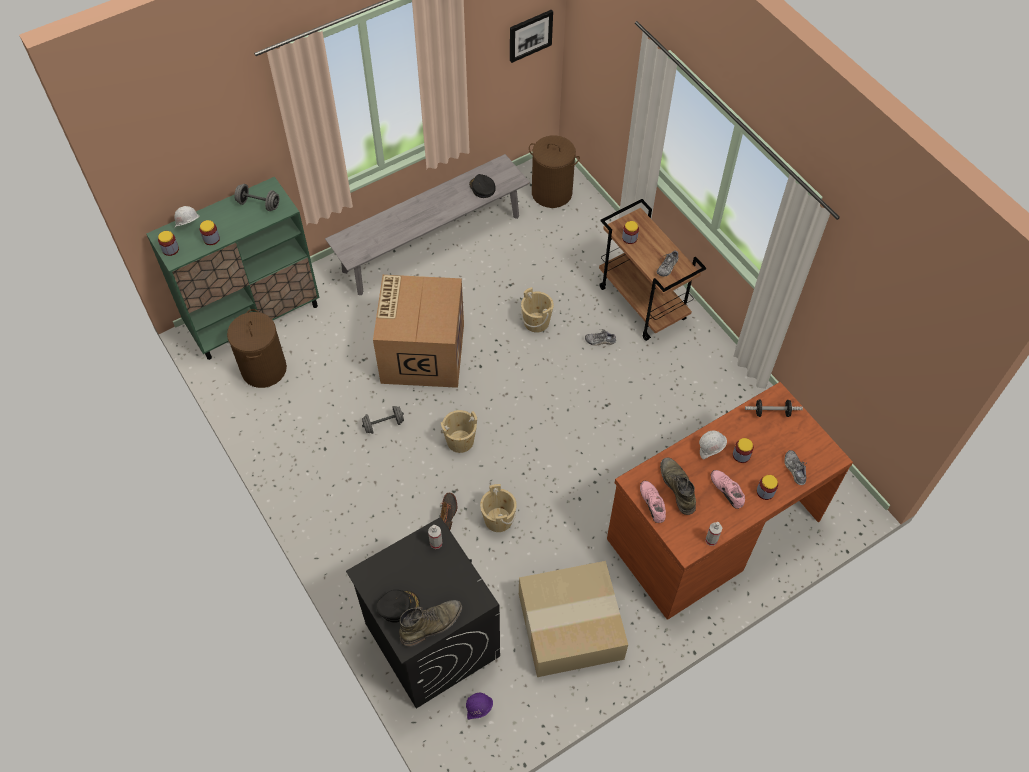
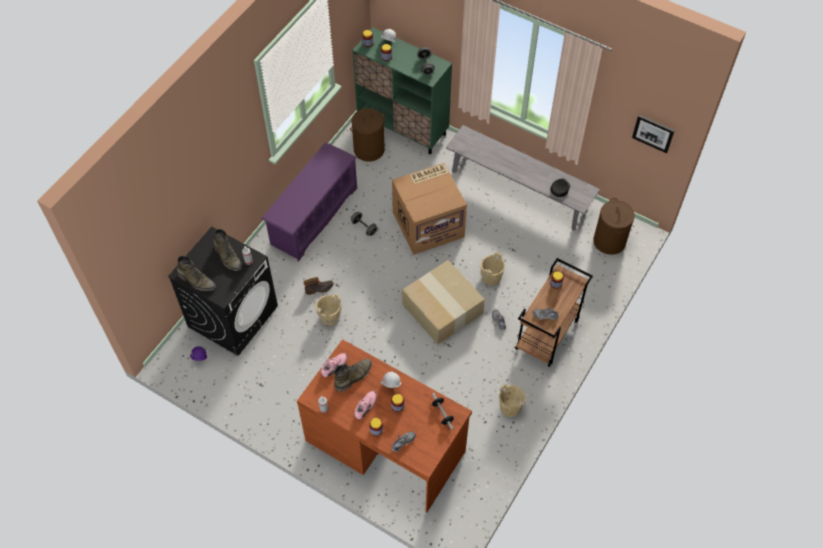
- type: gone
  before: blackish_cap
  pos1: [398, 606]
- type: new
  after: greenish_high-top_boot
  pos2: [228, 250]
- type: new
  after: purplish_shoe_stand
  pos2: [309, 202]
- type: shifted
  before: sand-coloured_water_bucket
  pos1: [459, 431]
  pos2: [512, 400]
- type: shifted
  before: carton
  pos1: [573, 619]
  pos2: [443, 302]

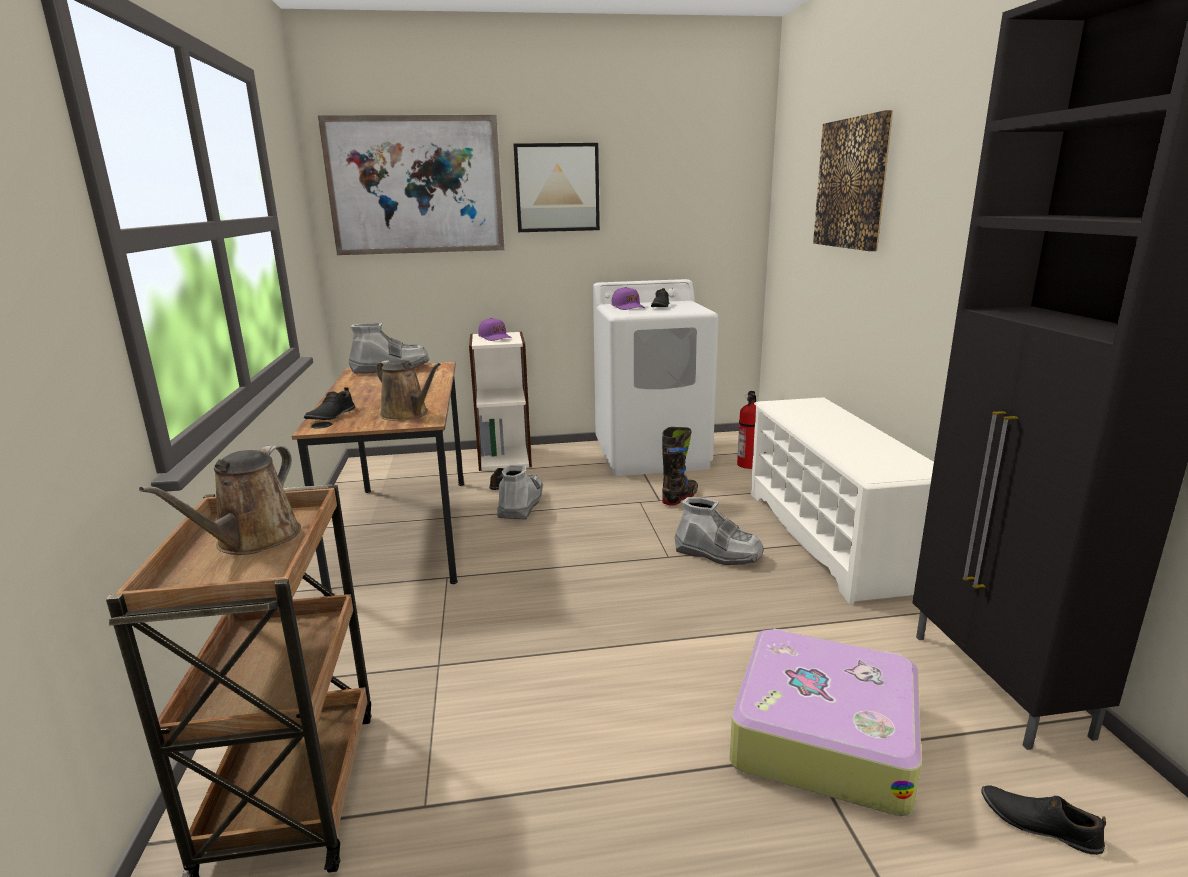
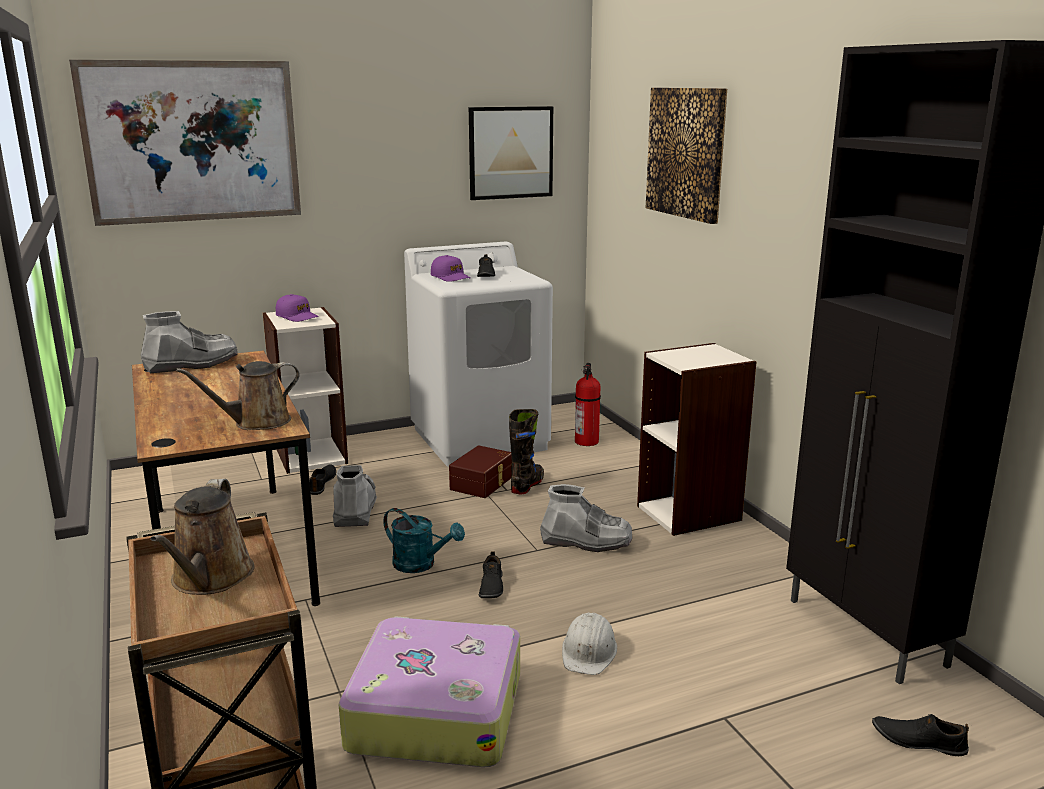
- type: new
  after: blue-green_watering_pot
  pos2: [424, 540]
- type: new
  after: brown_storage_box
  pos2: [480, 471]
- type: new
  after: whitish_safety_helmet
  pos2: [589, 644]
- type: shifted
  before: blackish_shoe
  pos1: [329, 403]
  pos2: [491, 575]
- type: shifted
  before: wall_picture
  pos1: [557, 187]
  pos2: [511, 153]
- type: shifted
  before: suitcase
  pos1: [826, 722]
  pos2: [429, 691]
- type: swapped
  before: whitish_shoe_stand
  after: bookcase
  pos1: [842, 500]
  pos2: [696, 439]
- type: rotated
  before: brown_watering_pot
  pos1: [408, 390]
  pos2: [237, 395]
  turn: 120

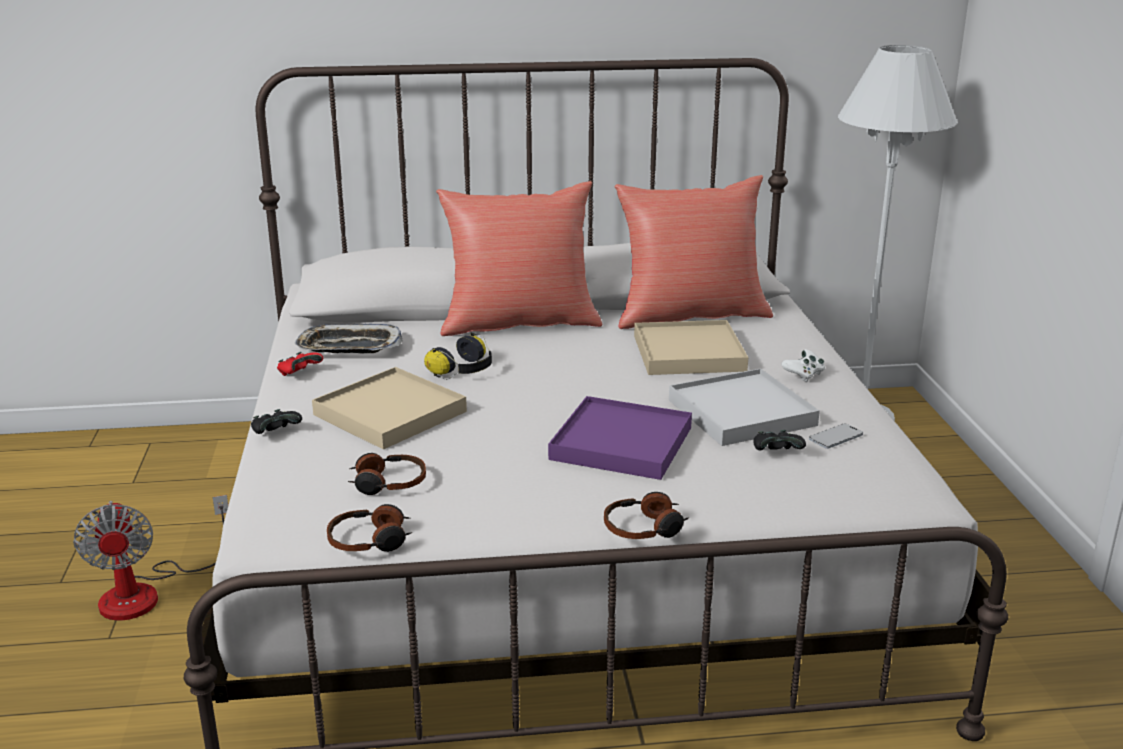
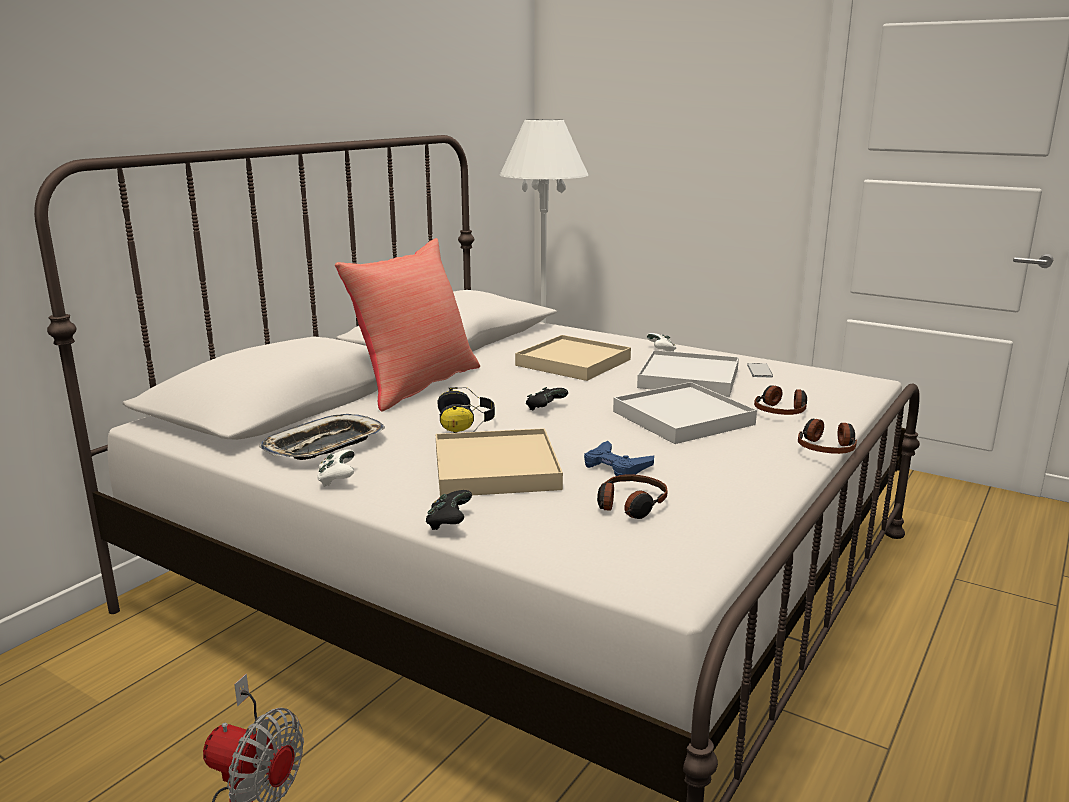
- type: gone
  before: red-coloured_pillow
  pos1: [693, 252]
- type: new
  after: bluish_gamepad
  pos2: [619, 458]
- type: shifted
  before: headset
  pos1: [369, 528]
  pos2: [780, 400]
- type: shifted
  before: blackish_gamepad
  pos1: [779, 440]
  pos2: [547, 398]
- type: repainted
  before: red-coloured_gamepad
  after: whitish_gamepad
  pos1: [300, 364]
  pos2: [336, 468]
- type: repainted
  before: purplish_carrying_tray
  after: whitish_carrying_tray
  pos1: [620, 438]
  pos2: [685, 413]

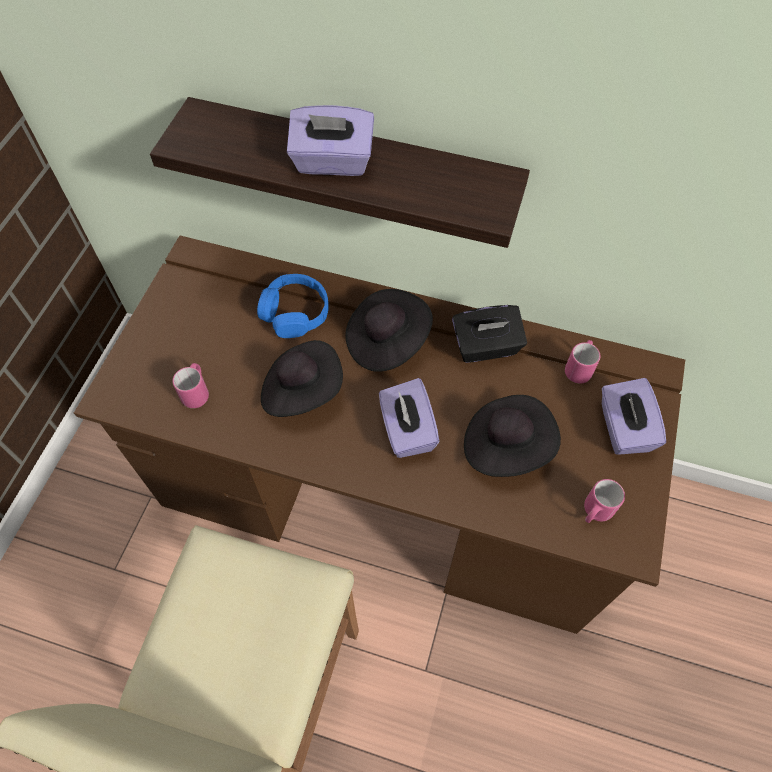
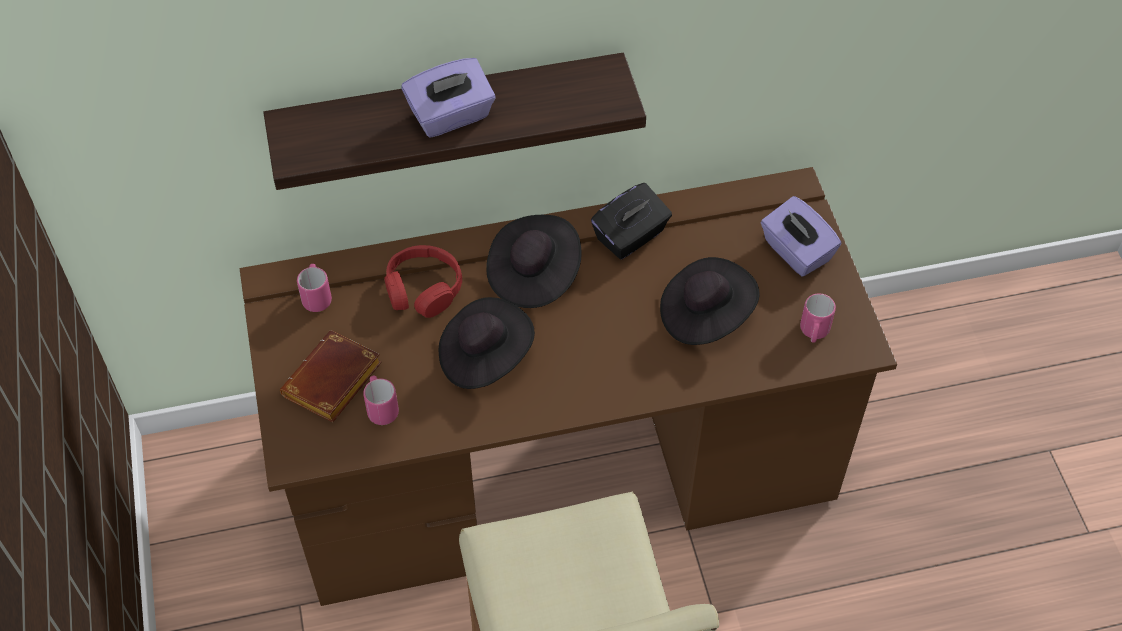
- type: gone
  before: purplish_tissue_holder
  pos1: [409, 418]
- type: new
  after: brown_volume
  pos2: [331, 376]
- type: shifted
  before: pinkish_coffee_mug
  pos1: [582, 362]
  pos2: [314, 288]
- type: repainted
  before: bluish_headset
  after: red-coloured_headset
  pos1: [293, 306]
  pos2: [423, 281]

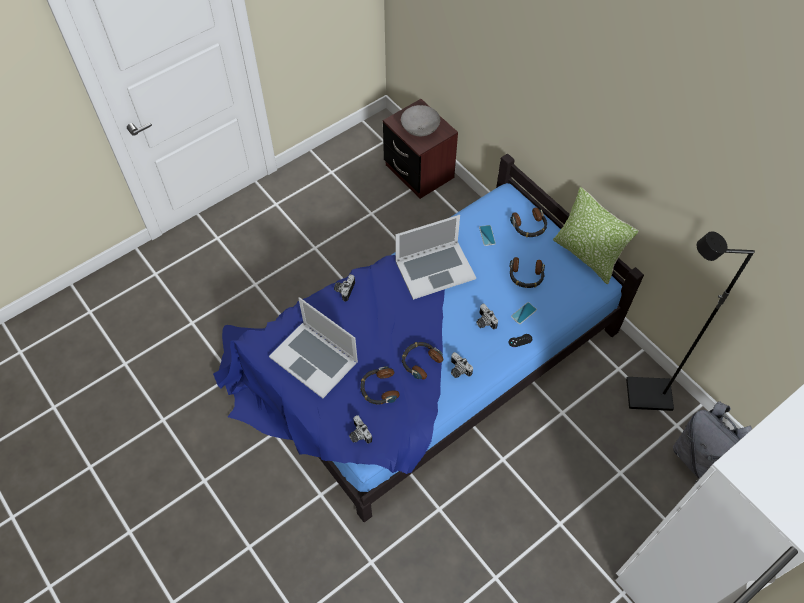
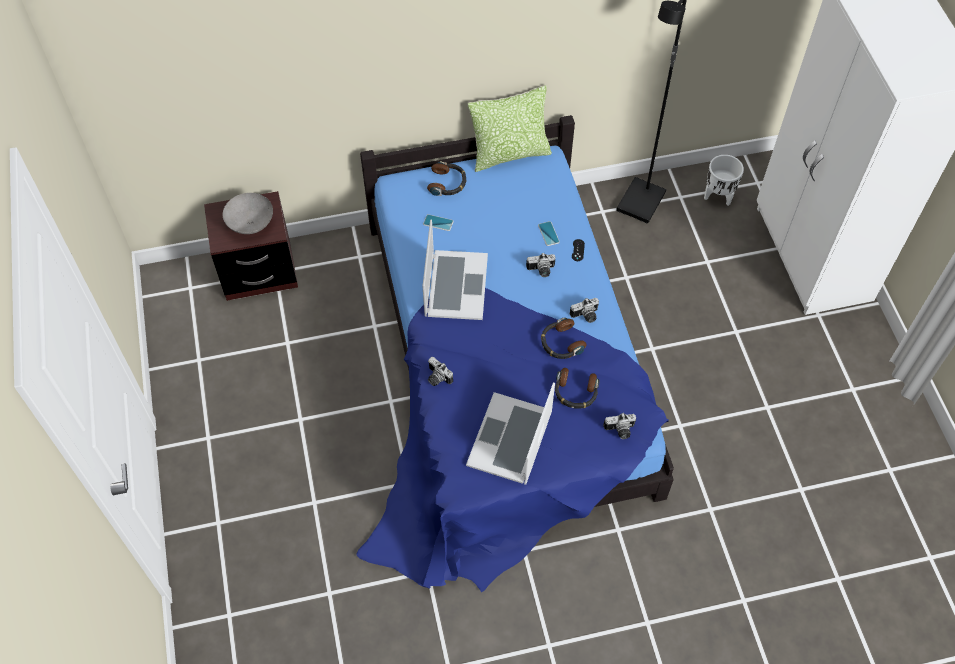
- type: gone
  before: headset
  pos1: [527, 272]
- type: swapped
  before: gray_rucksack
  after: whitish_planter
  pos1: [712, 440]
  pos2: [724, 180]
- type: rotated
  before: laptop
  pos1: [313, 347]
  pos2: [510, 433]
  turn: 135

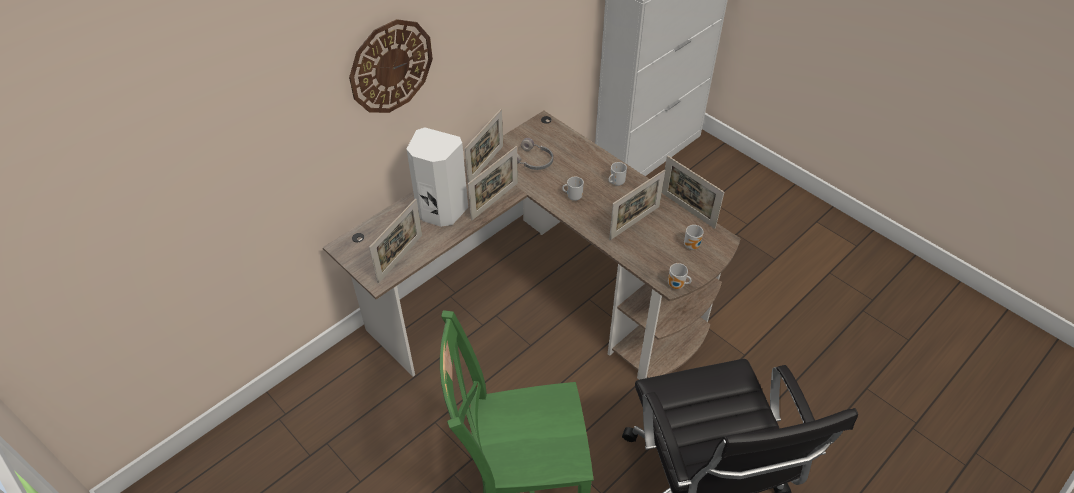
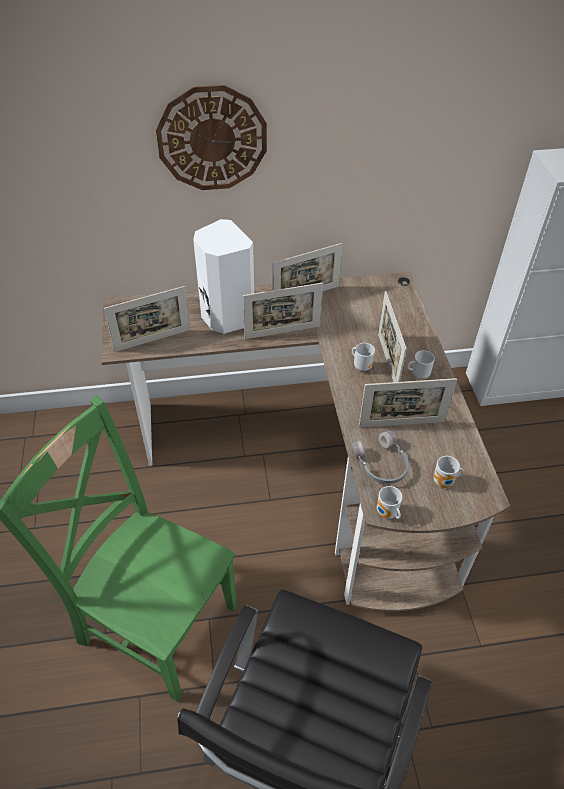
- type: shifted
  before: gray_headset
  pos1: [535, 154]
  pos2: [380, 457]
- type: shifted
  before: standing_frame
  pos1: [693, 192]
  pos2: [392, 336]

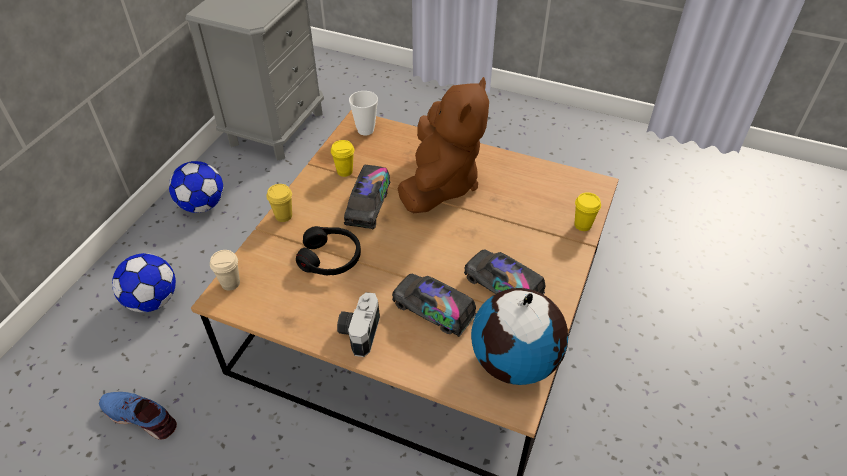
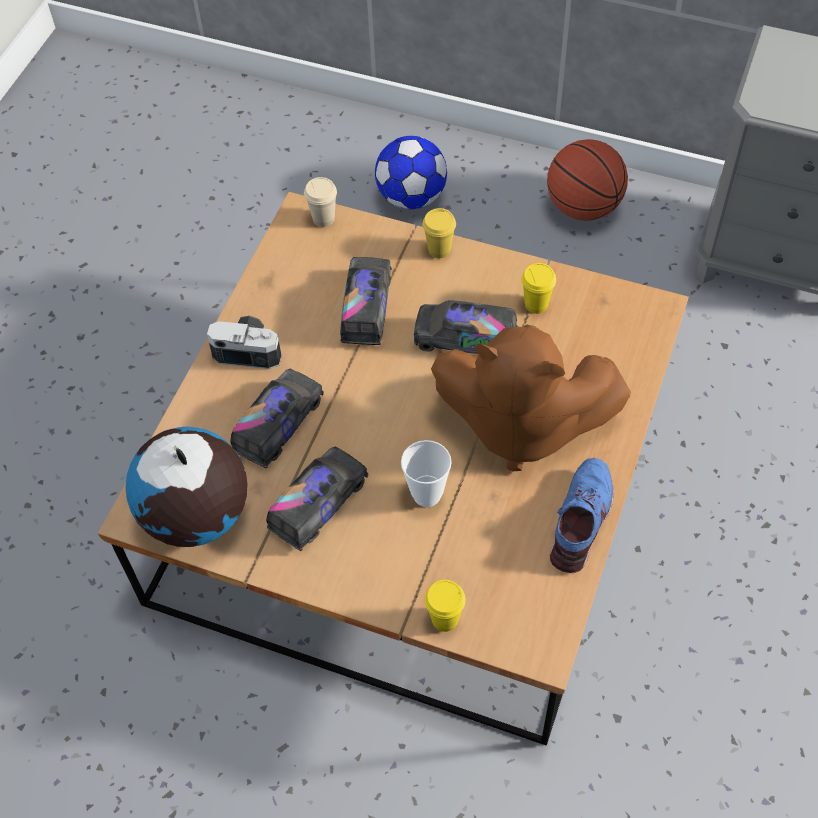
- type: shifted
  before: bluish_shoe
  pos1: [138, 415]
  pos2: [582, 515]
- type: shifted
  before: cup
  pos1: [363, 113]
  pos2: [426, 473]
- type: swapped
  before: football_ball
  after: basketball_ball
  pos1: [196, 187]
  pos2: [587, 180]
- type: swapped
  before: blackish_headset
  after: toy_truck
  pos1: [328, 250]
  pos2: [366, 301]

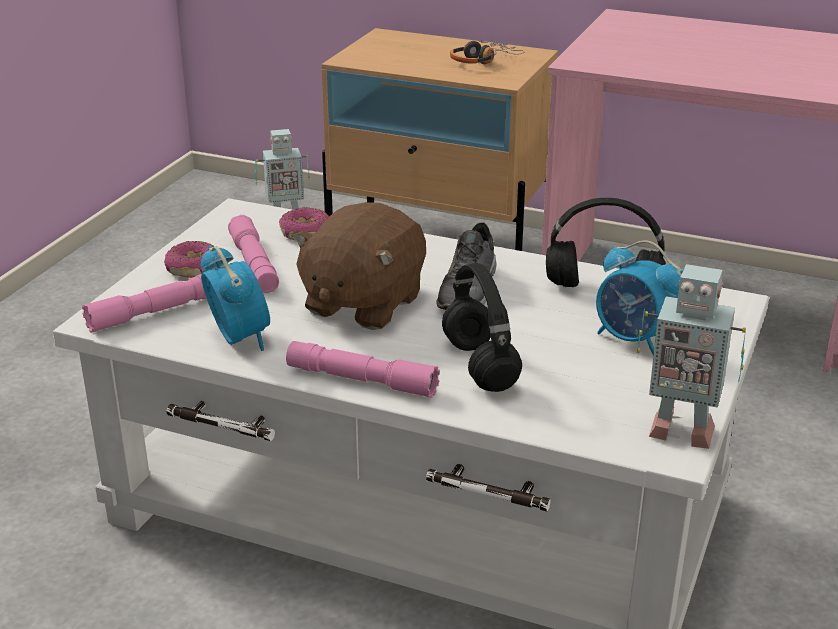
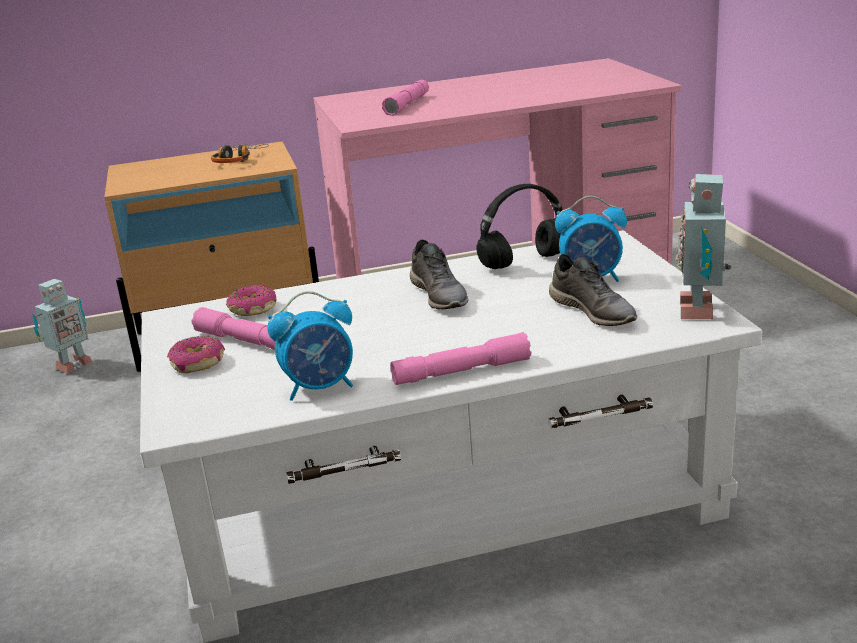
- type: gone
  before: brown_cuddly_toy
  pos1: [359, 266]
- type: gone
  before: blackish_headset
  pos1: [482, 327]
- type: new
  after: gray_shoe
  pos2: [593, 290]
- type: shifted
  before: pinkish_torch
  pos1: [144, 303]
  pos2: [405, 98]
- type: rotated
  before: bedside_clock
  pos1: [235, 298]
  pos2: [310, 346]
  turn: 135
- type: rotated
  before: robot_figure
  pos1: [691, 356]
  pos2: [703, 246]
  turn: 120

